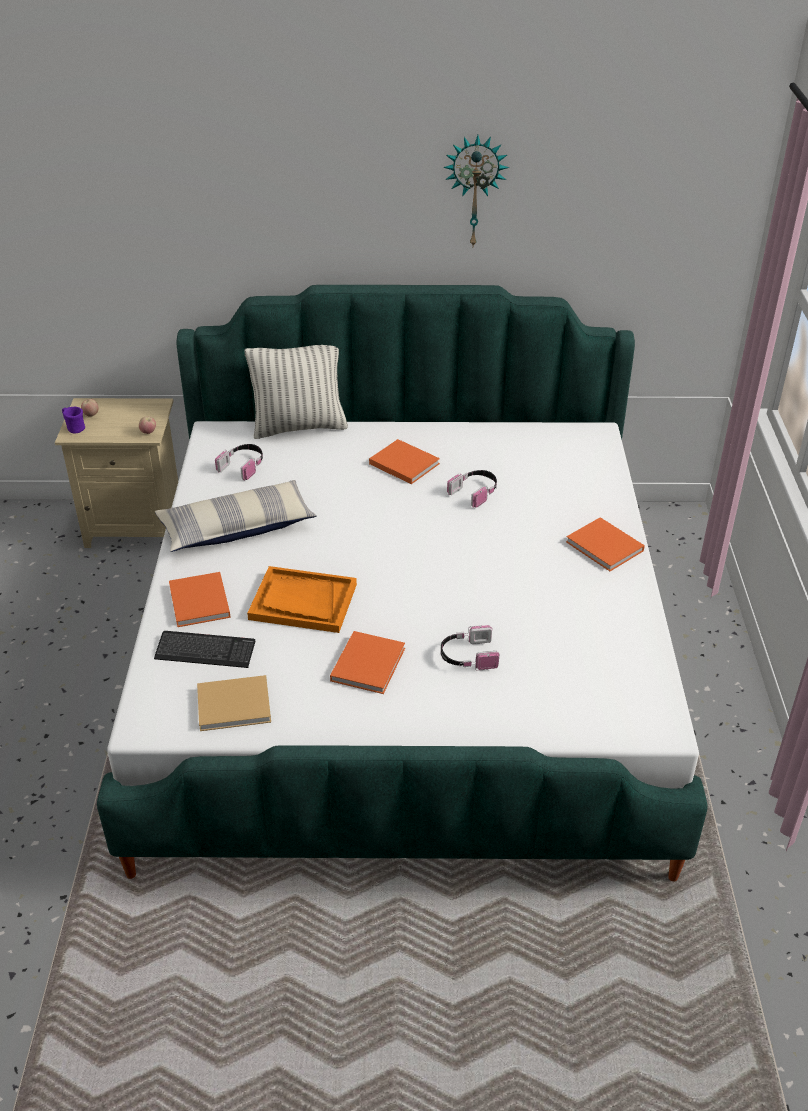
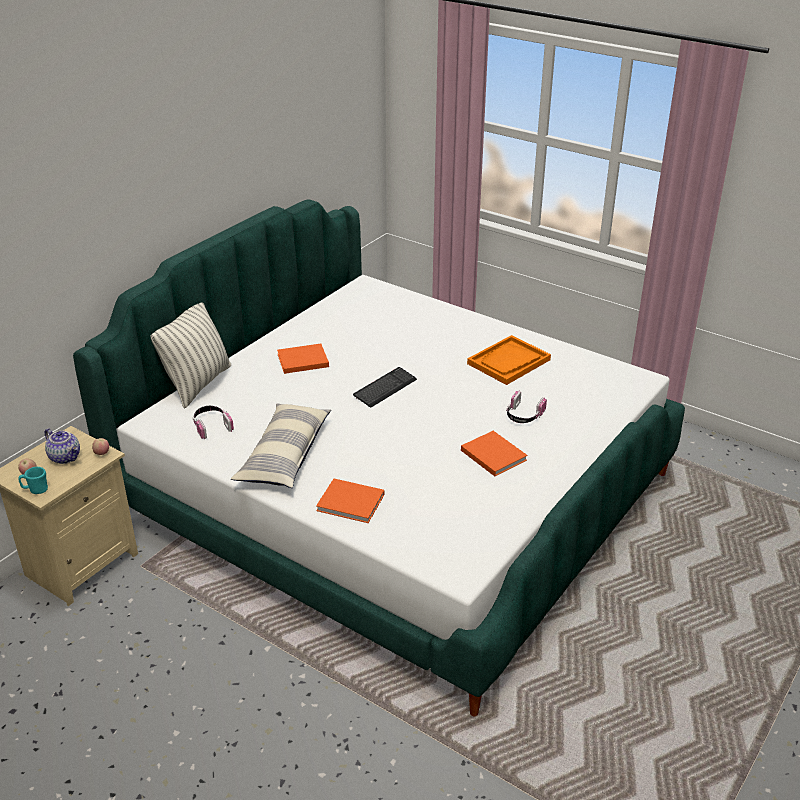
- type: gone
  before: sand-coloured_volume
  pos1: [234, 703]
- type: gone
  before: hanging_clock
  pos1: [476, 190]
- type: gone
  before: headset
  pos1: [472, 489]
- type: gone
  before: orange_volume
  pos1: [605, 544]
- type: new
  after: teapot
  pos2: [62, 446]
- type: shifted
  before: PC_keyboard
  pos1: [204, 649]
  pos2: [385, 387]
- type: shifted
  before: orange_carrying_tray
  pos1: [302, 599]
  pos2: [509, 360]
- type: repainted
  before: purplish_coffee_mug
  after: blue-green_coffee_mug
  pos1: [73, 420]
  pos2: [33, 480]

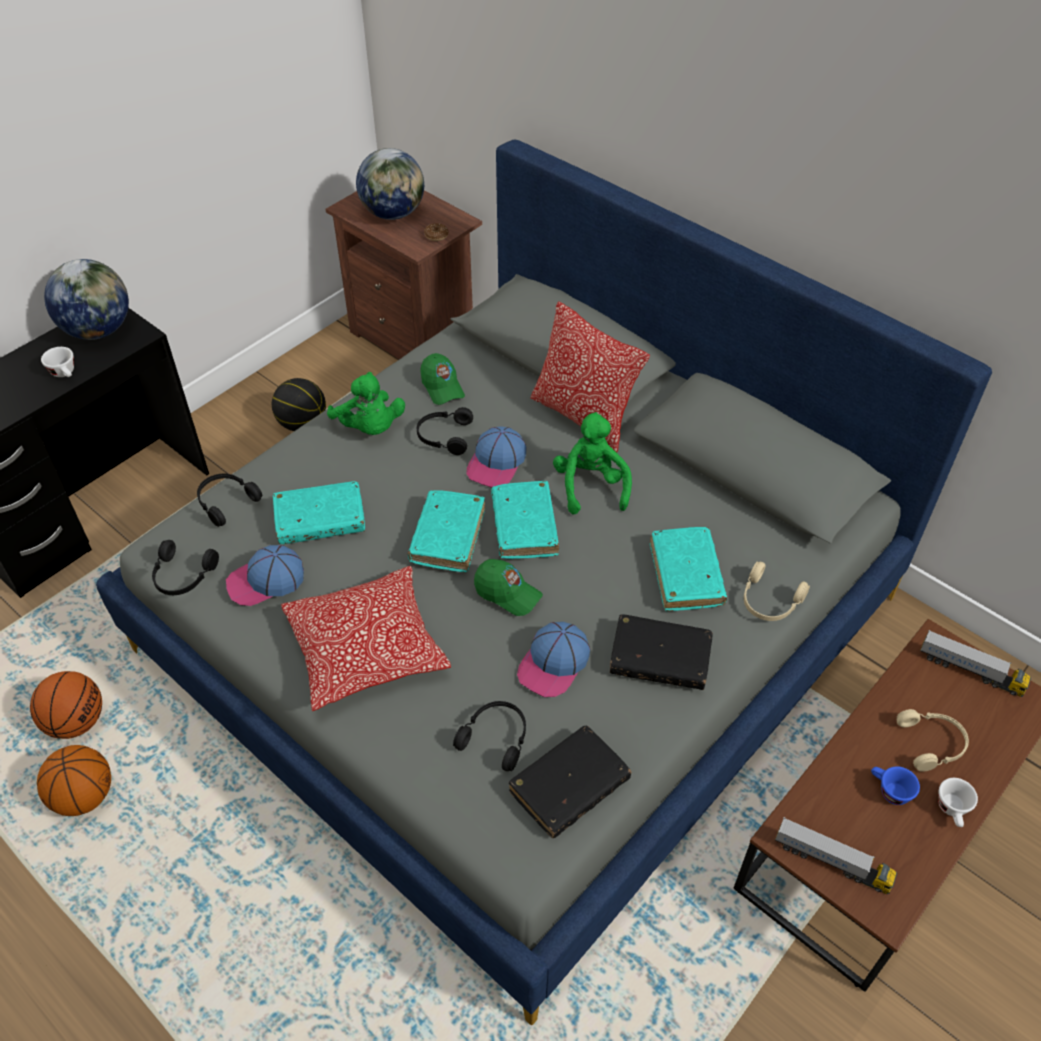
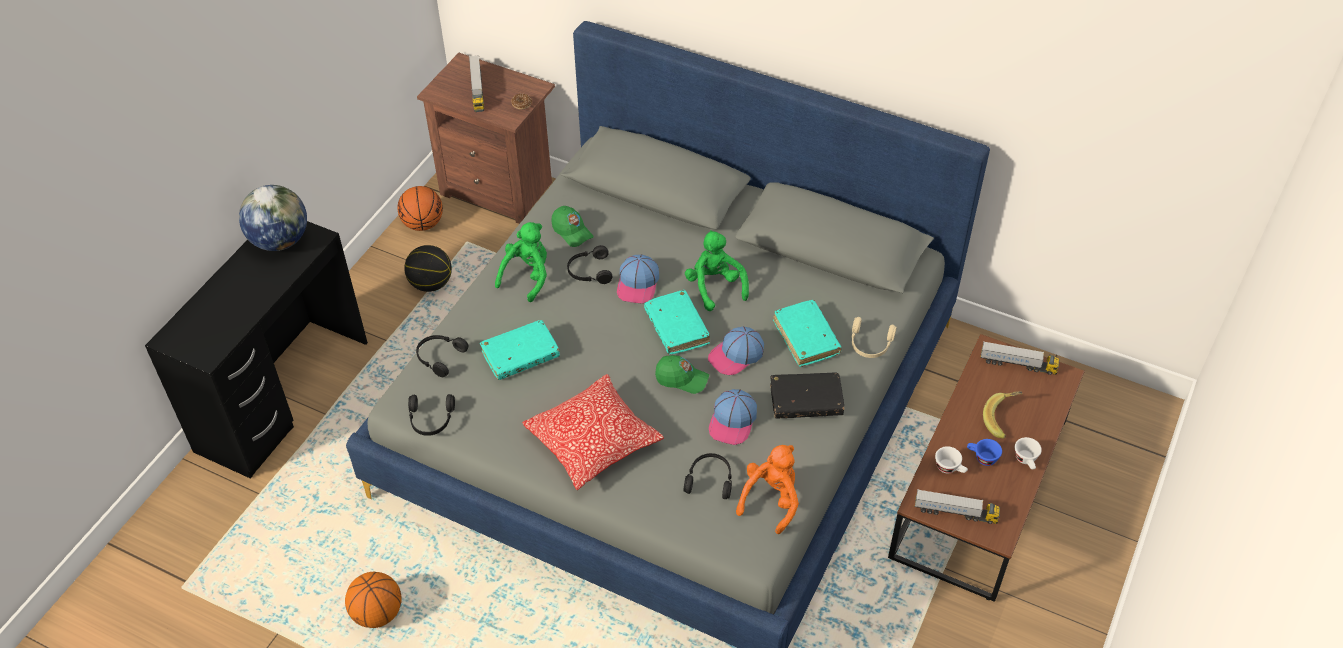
- type: gone
  before: blue-green_volume
  pos1: [446, 531]
- type: gone
  before: pillow
  pos1: [590, 377]
- type: shifted
  before: basketball_ball
  pos1: [66, 705]
  pos2: [420, 208]
- type: shifted
  before: whitish_cup
  pos1: [57, 362]
  pos2: [951, 459]
- type: shifted
  before: cap
  pos1: [265, 575]
  pos2: [736, 350]
- type: swapped
  before: globe
  after: toy_truck
  pos1: [390, 184]
  pos2: [476, 83]
- type: swapped
  before: blackish_volume
  after: orange_cuddly_toy
  pos1: [569, 782]
  pos2: [767, 489]
- type: swapped
  before: sand-coloured_headset
  after: whole_banana
  pos1: [933, 740]
  pos2: [1002, 415]
- type: rotated
  before: greenish_cuddly_toy
  pos1: [366, 403]
  pos2: [521, 262]
  turn: -105

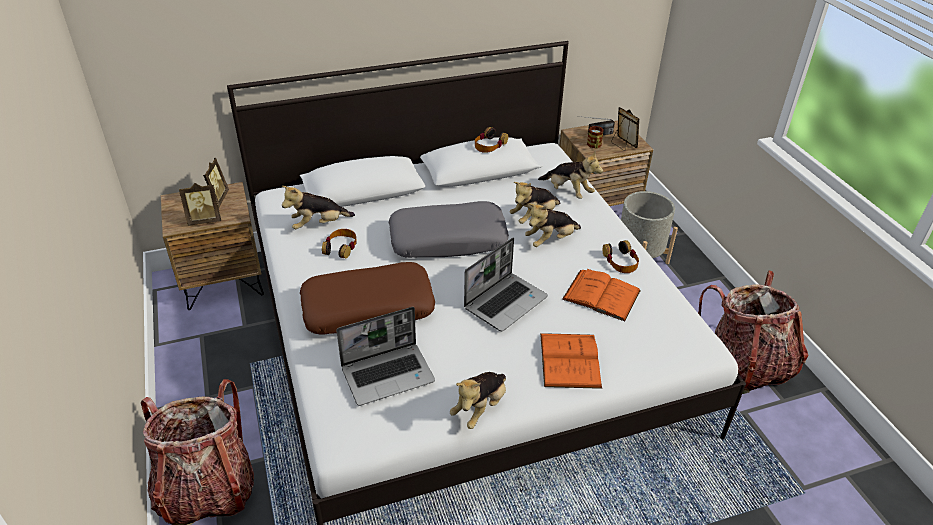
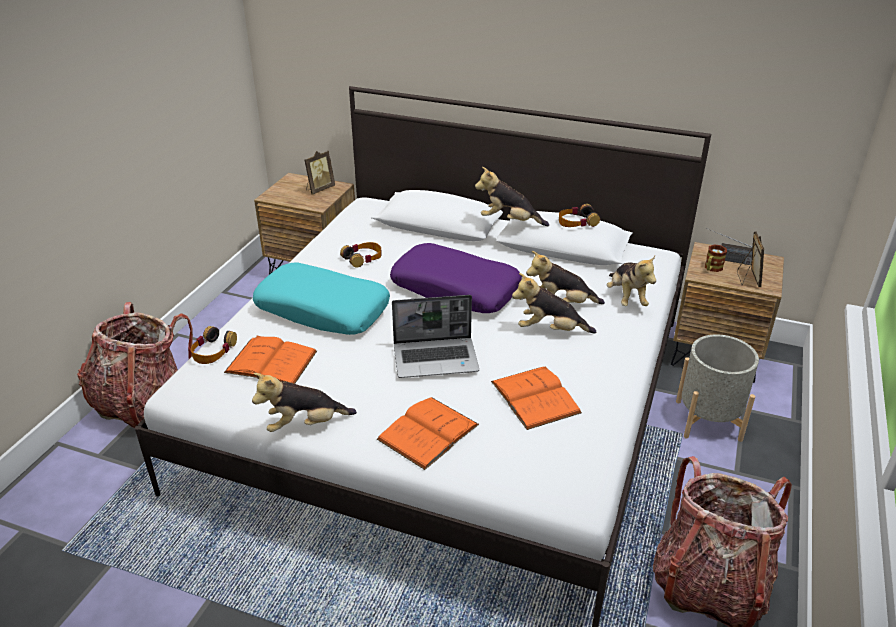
- type: gone
  before: standing_frame
  pos1: [200, 204]
- type: shifted
  before: cuddly_toy
  pos1: [318, 207]
  pos2: [512, 196]
- type: shifted
  before: headset
  pos1: [621, 256]
  pos2: [214, 345]
- type: swapped
  before: laptop
  after: orange_volume
  pos1: [385, 356]
  pos2: [270, 360]
- type: repainted
  before: brown_pillow
  after: blue-green_pillow
  pos1: [367, 298]
  pos2: [321, 298]
- type: repainted
  before: gray_pillow
  after: purplish_pillow
  pos1: [449, 229]
  pos2: [456, 278]

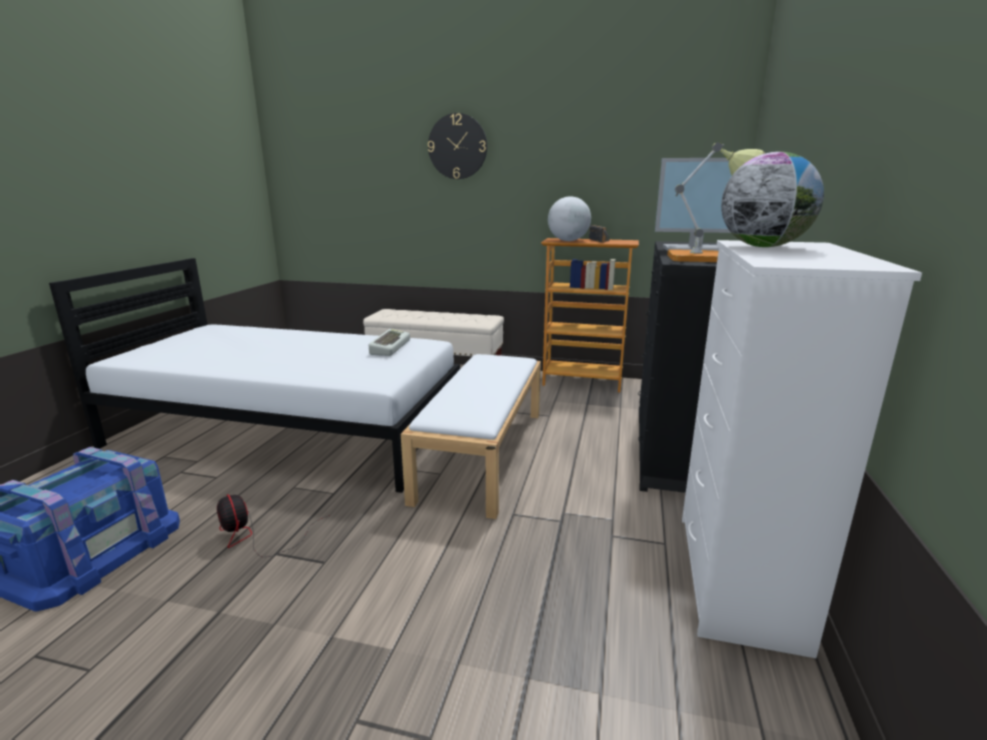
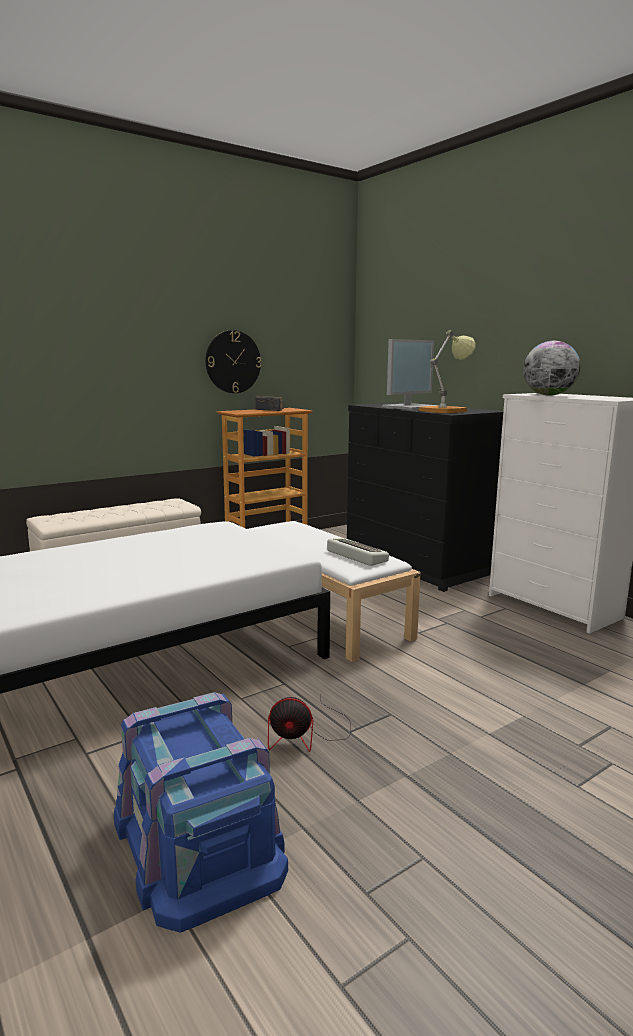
- type: gone
  before: globe
  pos1: [569, 218]
- type: shifted
  before: PC_keyboard
  pos1: [389, 342]
  pos2: [358, 552]
- type: shifted
  before: hanging_clock
  pos1: [457, 146]
  pos2: [234, 361]

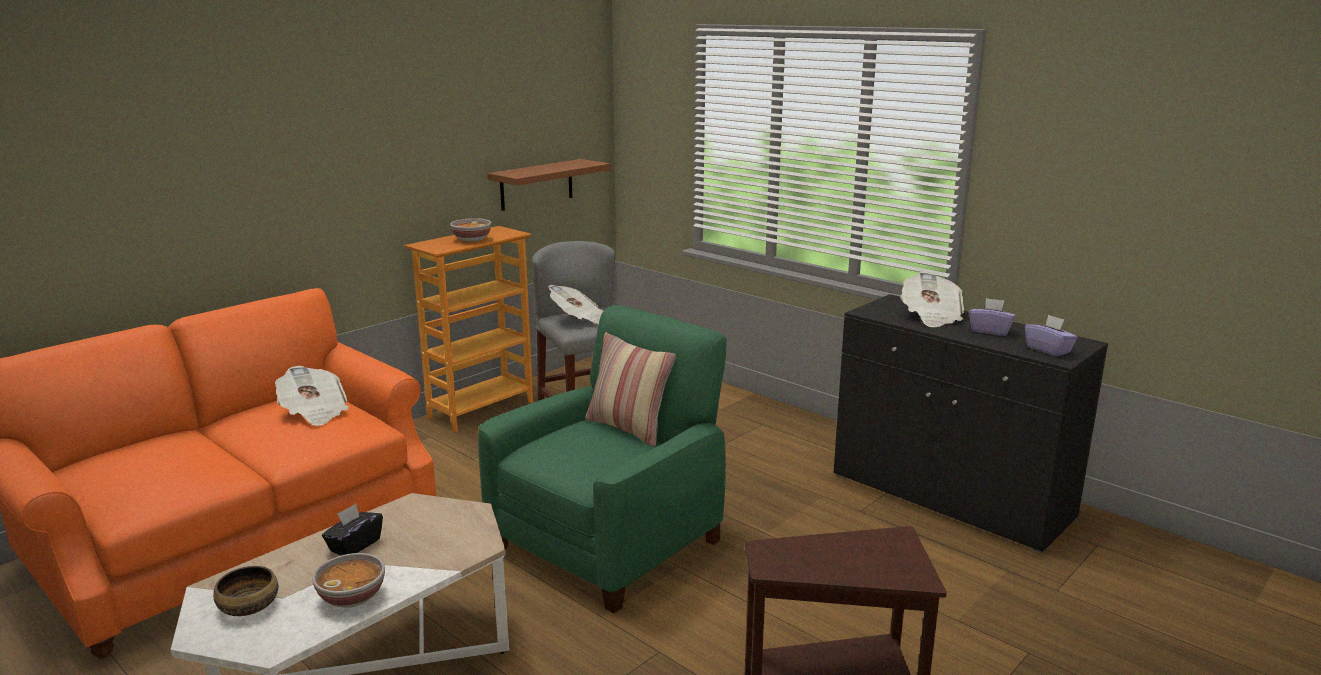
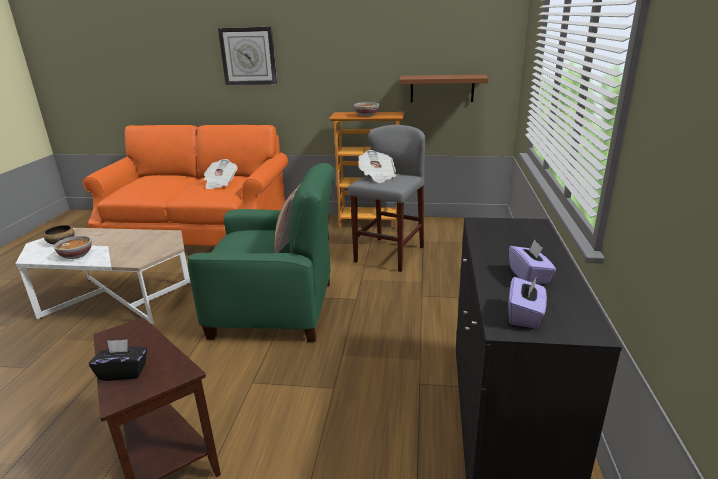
- type: gone
  before: daily_paper
  pos1: [932, 299]
- type: new
  after: hanging_clock
  pos2: [247, 56]
- type: shifted
  before: blackish_tissue_holder
  pos1: [352, 529]
  pos2: [118, 360]

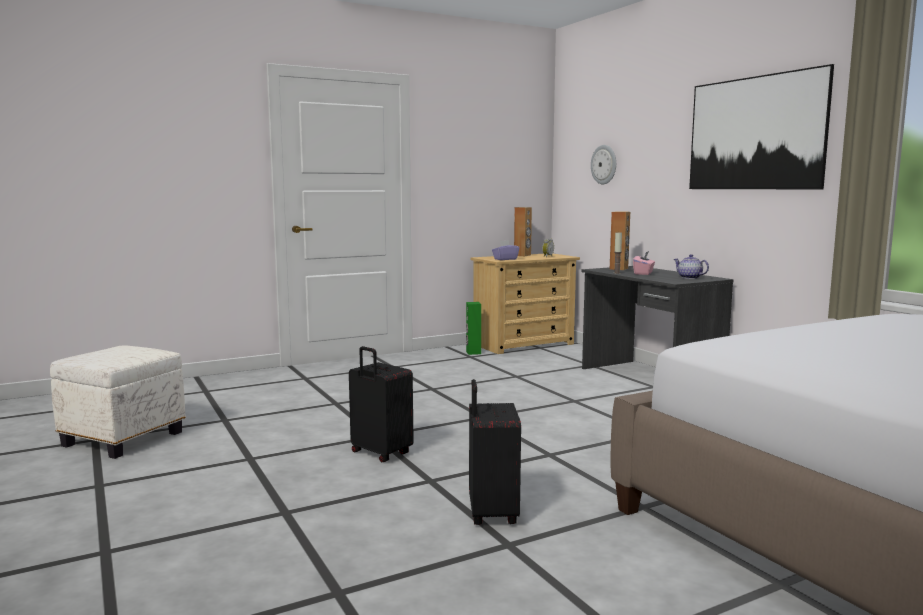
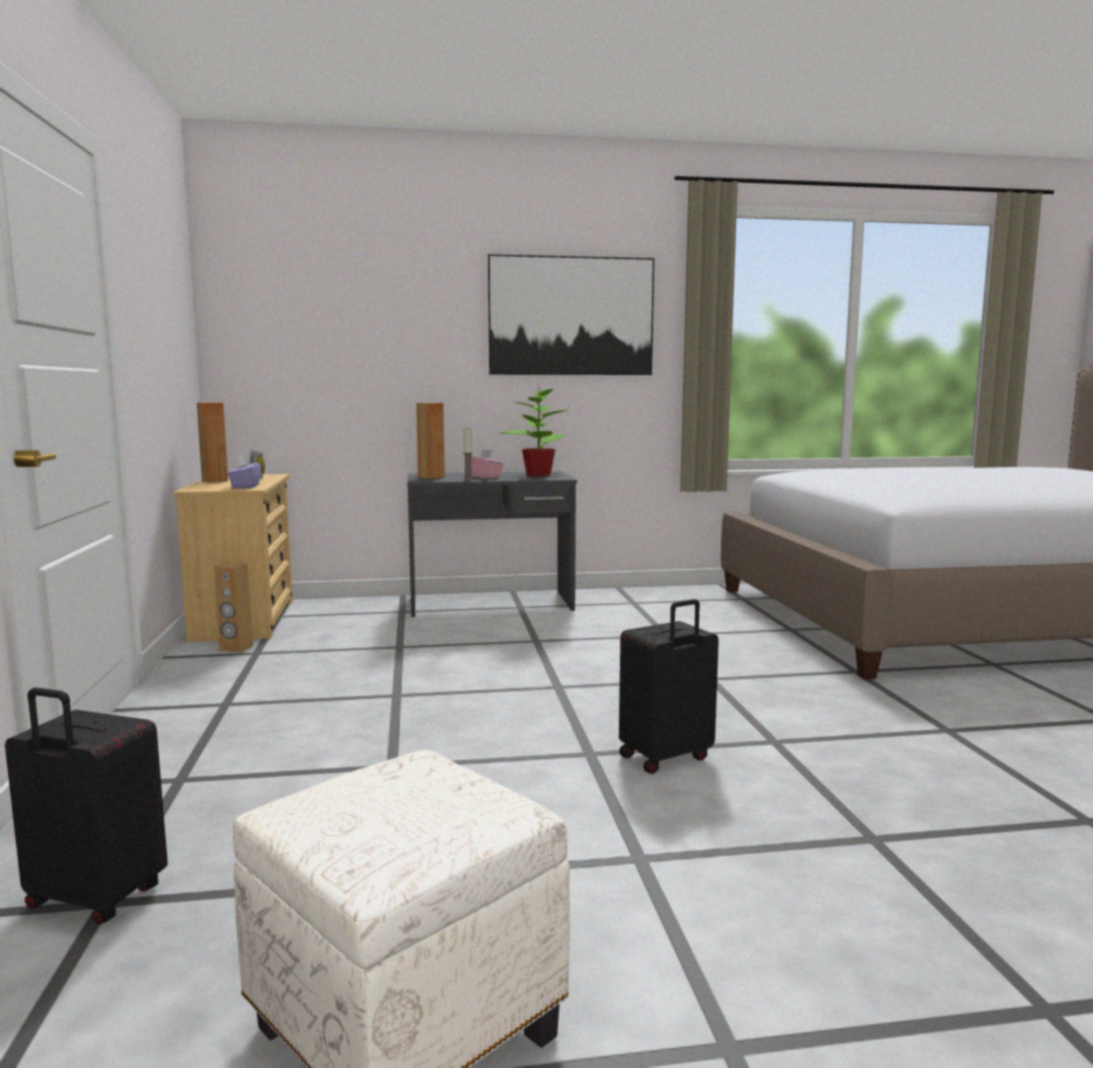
- type: gone
  before: hanging_clock
  pos1: [603, 164]
- type: shifted
  before: blackish_suitcase
  pos1: [495, 452]
  pos2: [86, 806]
- type: swapped
  before: teapot
  after: houseplant
  pos1: [691, 266]
  pos2: [534, 430]
- type: repainted
  before: greenish_loudspeaker
  after: brown_loudspeaker
  pos1: [473, 328]
  pos2: [233, 607]

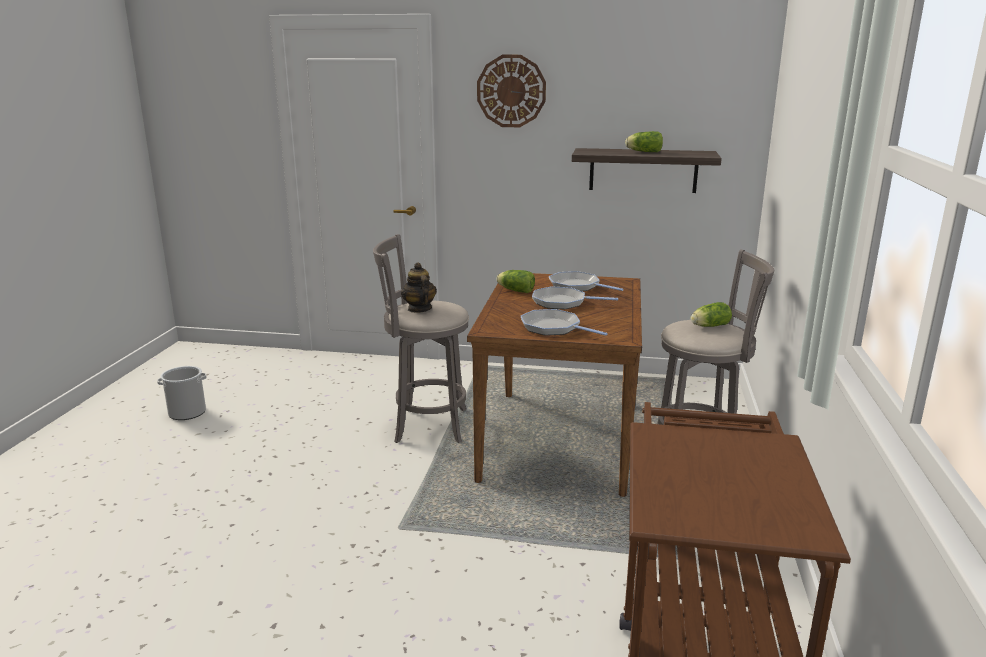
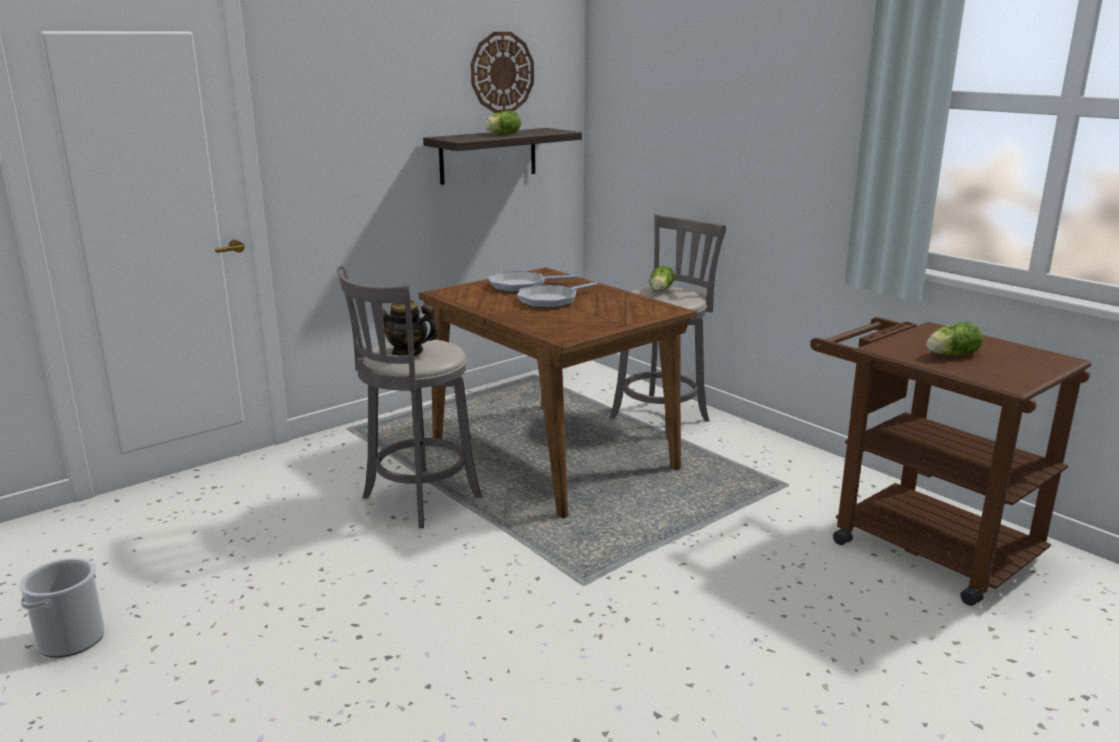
- type: gone
  before: skillet
  pos1: [564, 322]
- type: shifted
  before: hanging_clock
  pos1: [511, 91]
  pos2: [502, 72]
- type: shifted
  before: lettuce_head
  pos1: [516, 281]
  pos2: [954, 338]

